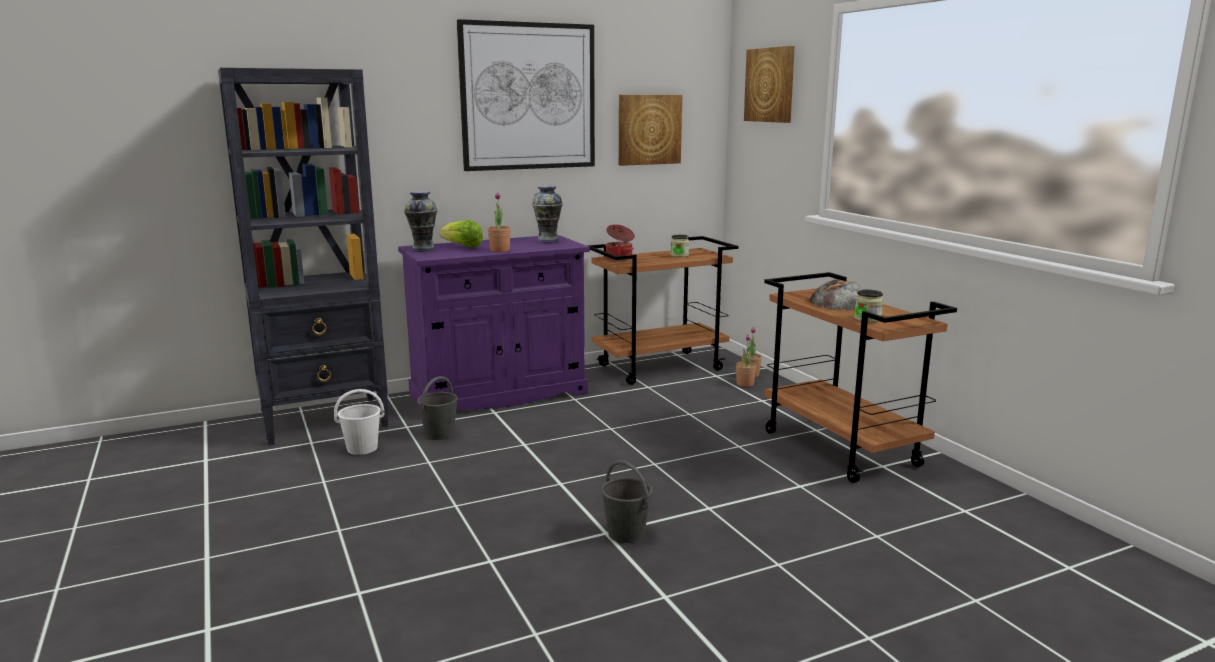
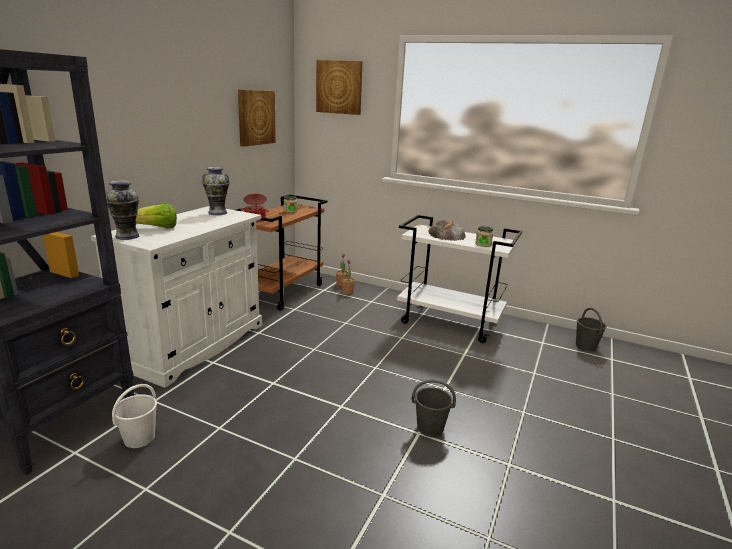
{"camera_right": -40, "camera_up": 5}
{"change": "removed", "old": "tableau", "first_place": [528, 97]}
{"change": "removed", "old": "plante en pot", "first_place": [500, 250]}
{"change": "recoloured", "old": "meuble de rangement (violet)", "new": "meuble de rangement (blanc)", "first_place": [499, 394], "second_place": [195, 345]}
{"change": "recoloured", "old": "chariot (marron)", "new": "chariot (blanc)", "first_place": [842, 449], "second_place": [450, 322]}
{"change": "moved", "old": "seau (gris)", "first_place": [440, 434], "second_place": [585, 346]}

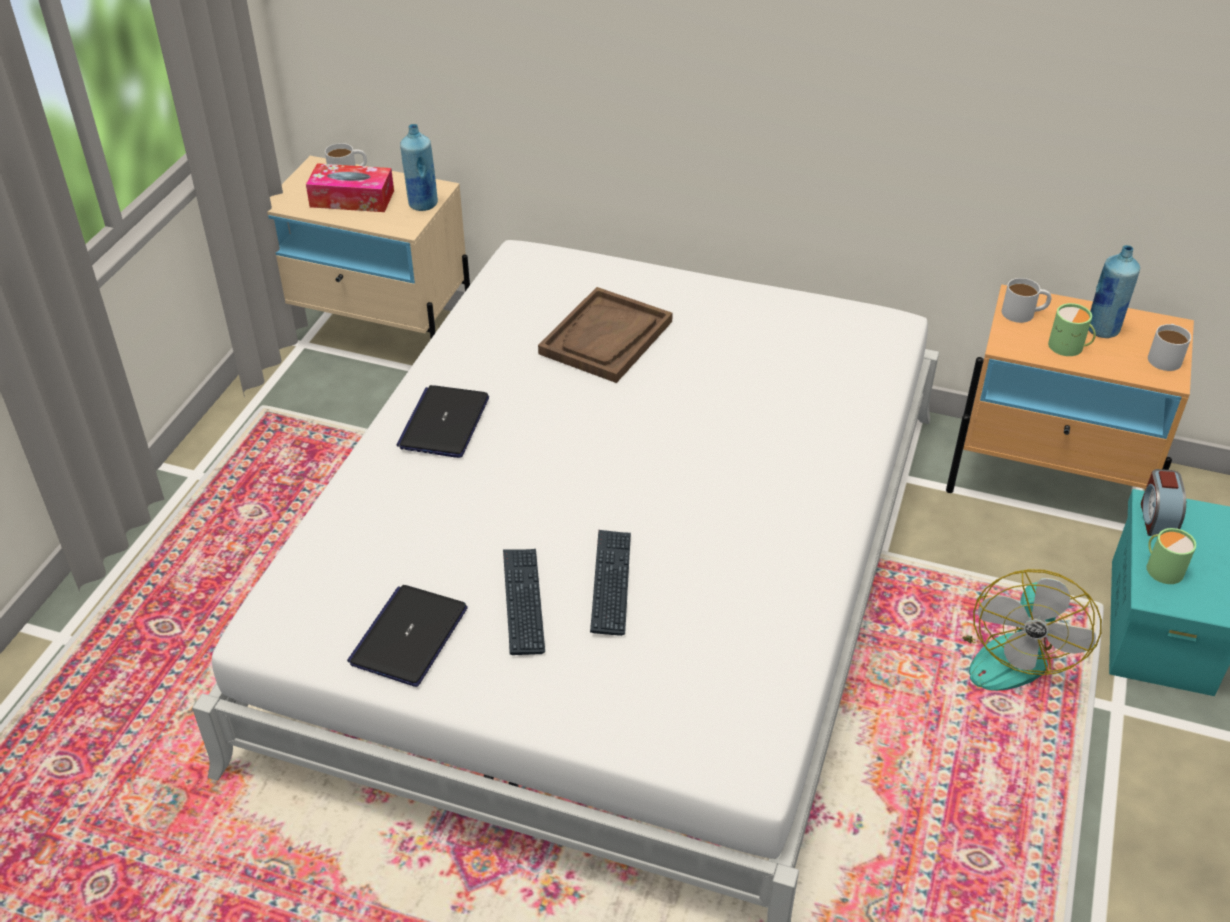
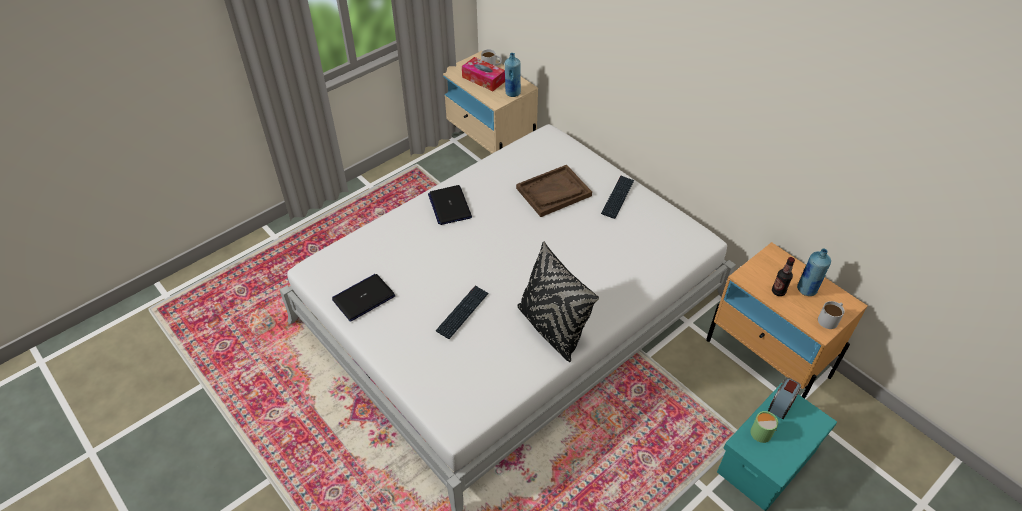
{"camera_right": 30, "camera_up": 5}
{"change": "removed", "old": "mug (blanc)", "first_place": [1024, 313]}
{"change": "replaced", "old": "mug (vert)", "new": "bouteille", "first_place": [1069, 347], "second_place": [778, 291]}
{"change": "turned", "old": "ordinateur portable", "first_place": [444, 423], "second_place": [449, 206], "degrees": -60}
{"change": "moved", "old": "clavier", "first_place": [523, 602], "second_place": [617, 197]}
{"change": "removed", "old": "ventilateur", "first_place": [1010, 651]}
{"change": "added", "new": "coussin (noir)", "second_place": [551, 328]}

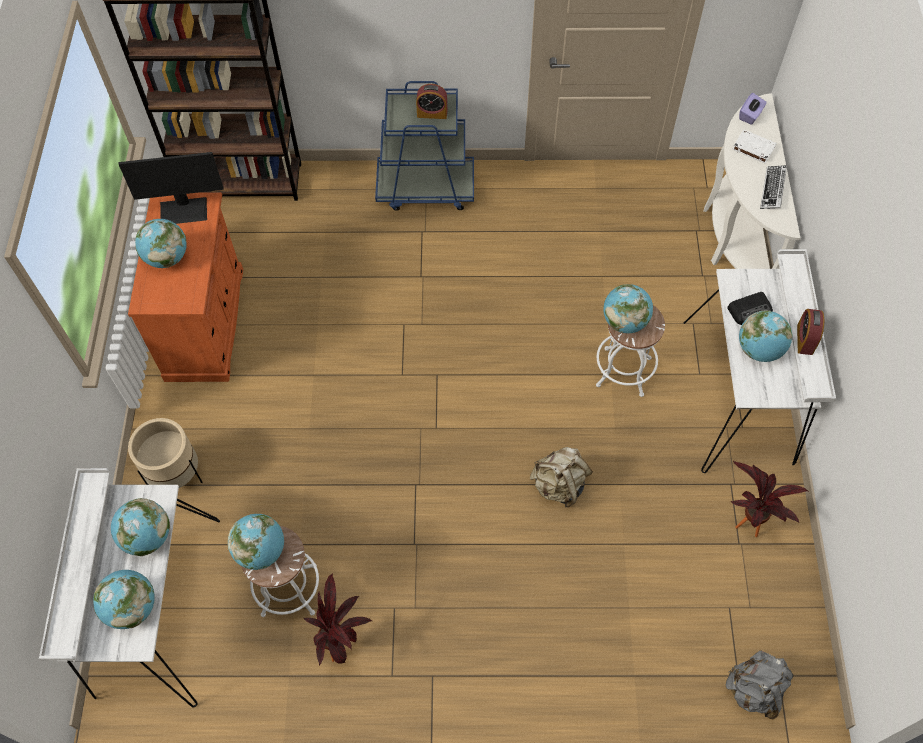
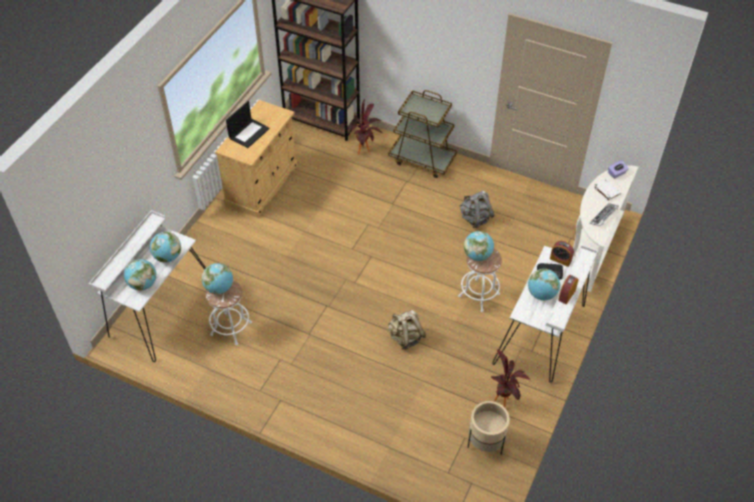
{"camera_right": 25, "camera_up": -10}
{"change": "recoloured", "old": "chariot (bleu)", "new": "chariot (marron)", "first_place": [426, 188], "second_place": [422, 159]}
{"change": "moved", "old": "réveil", "first_place": [432, 113], "second_place": [560, 260]}
{"change": "removed", "old": "écran d'ordinateur", "first_place": [184, 210]}
{"change": "recoloured", "old": "meuble de rangement (orange)", "new": "meuble de rangement (beige)", "first_place": [205, 323], "second_place": [262, 184]}
{"change": "replaced", "old": "globe", "new": "ordinateur portable", "first_place": [167, 258], "second_place": [249, 133]}
{"change": "moved", "old": "cache-pot (beige)", "first_place": [176, 475], "second_place": [485, 442]}
{"change": "moved", "old": "plante en pot", "first_place": [343, 644], "second_place": [366, 150]}
{"change": "moved", "old": "sac à dos (gris)", "first_place": [754, 689], "second_place": [475, 218]}

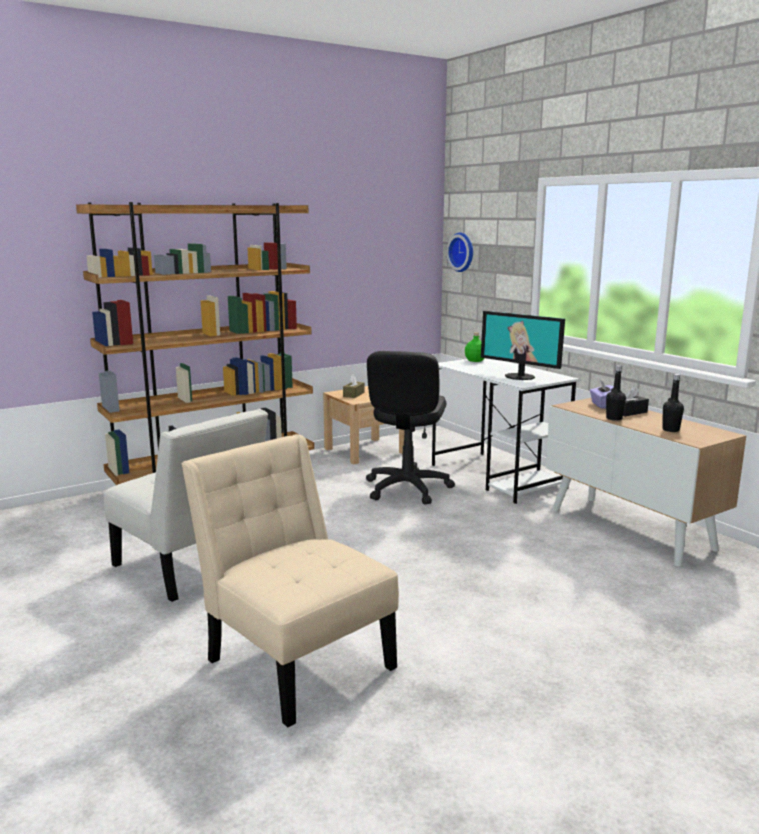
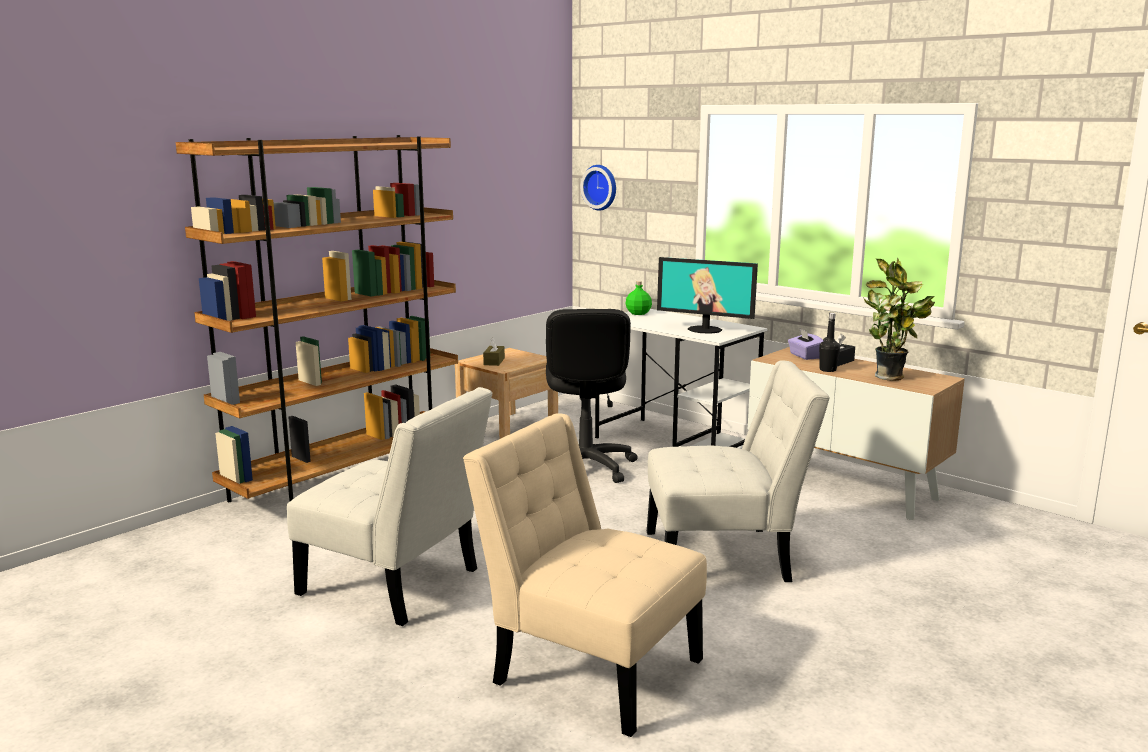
{"camera_right": -15, "camera_up": 0}
{"change": "replaced", "old": "bouteille (noir)", "new": "plante en pot", "first_place": [670, 430], "second_place": [891, 378]}
{"change": "added", "new": "chaise (blanc)", "second_place": [726, 556]}

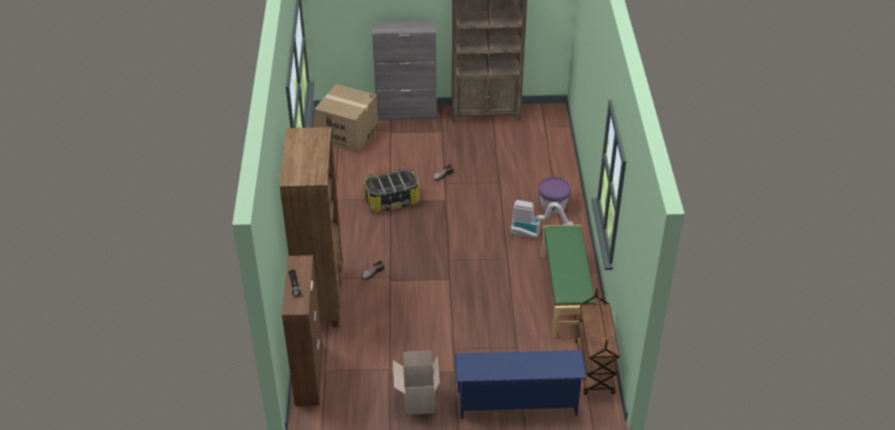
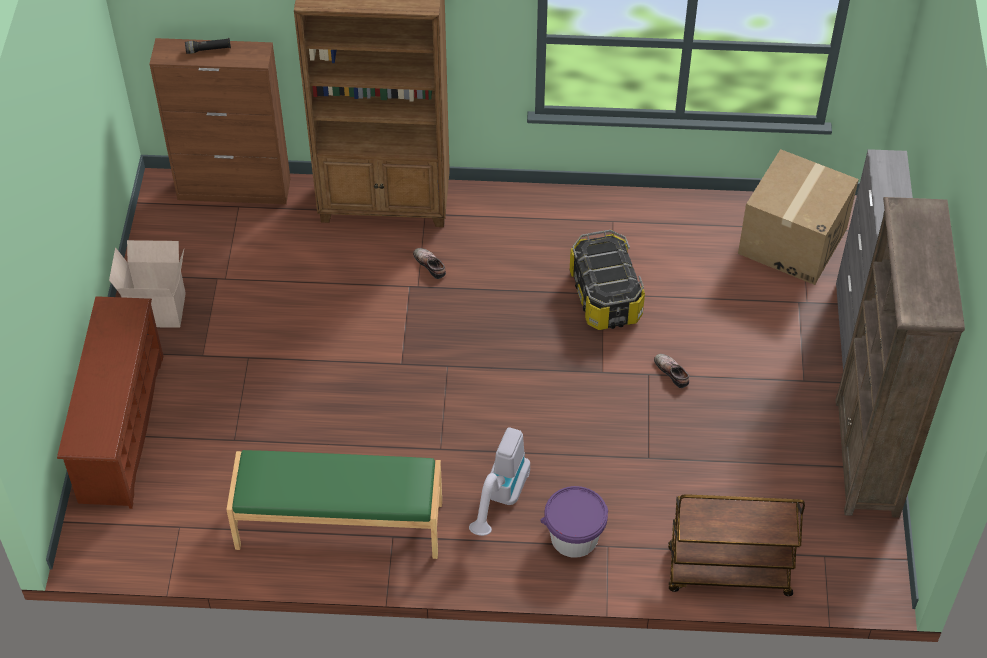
{"camera_right": 95, "camera_up": 10}
{"change": "moved", "old": "chariot (marron)", "first_place": [595, 368], "second_place": [728, 572]}
{"change": "recoloured", "old": "étagère à chaussures (bleu)", "new": "étagère à chaussures (marron)", "first_place": [517, 404], "second_place": [120, 428]}

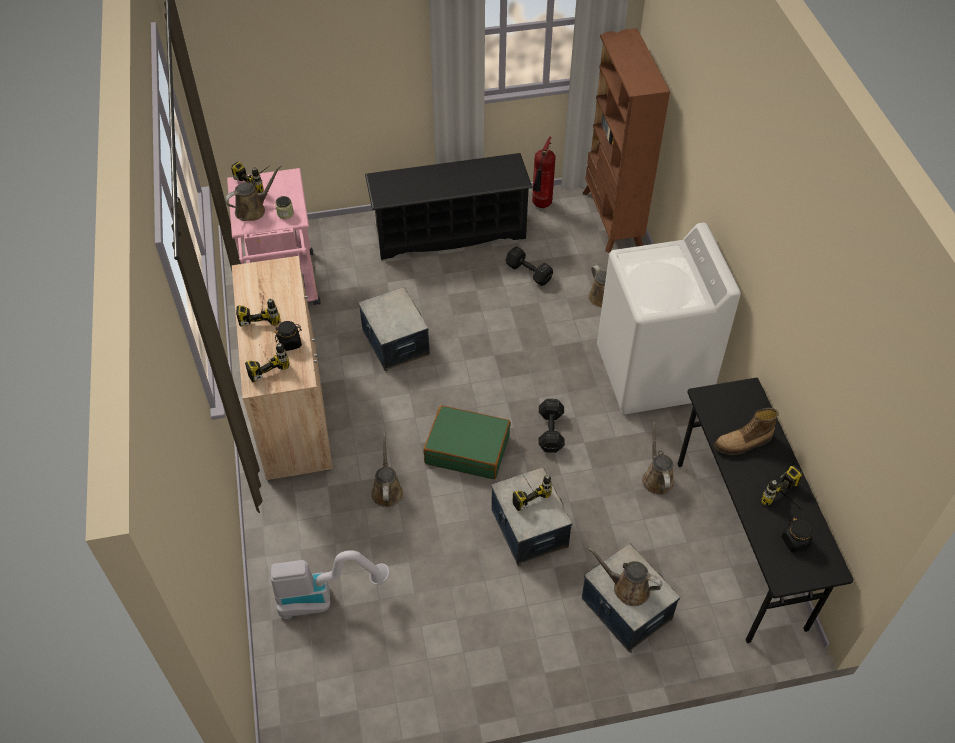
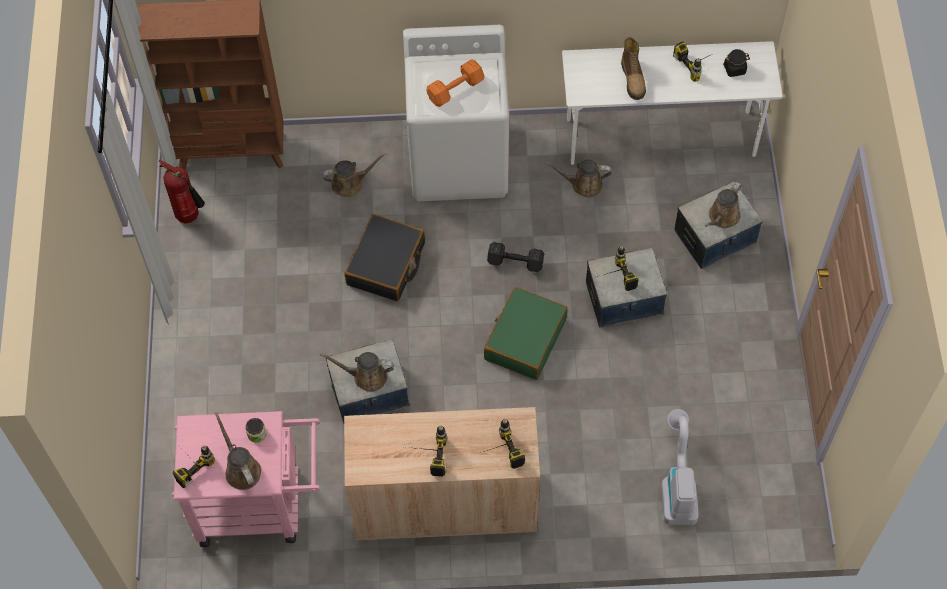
{"camera_right": -80, "camera_up": 10}
{"change": "removed", "old": "étagère à chaussures (noir)", "first_place": [449, 232]}
{"change": "removed", "old": "haltère (noir)", "first_place": [529, 273]}
{"change": "removed", "old": "bocal (noir)", "first_place": [290, 343]}
{"change": "recoloured", "old": "bureau (noir)", "new": "bureau (blanc)", "first_place": [740, 544], "second_place": [661, 137]}
{"change": "moved", "old": "arrosoir (marron)", "first_place": [387, 490], "second_place": [366, 376]}
{"change": "added", "new": "haltère (orange)", "second_place": [457, 89]}
{"change": "added", "new": "valise (noir)", "second_place": [386, 264]}

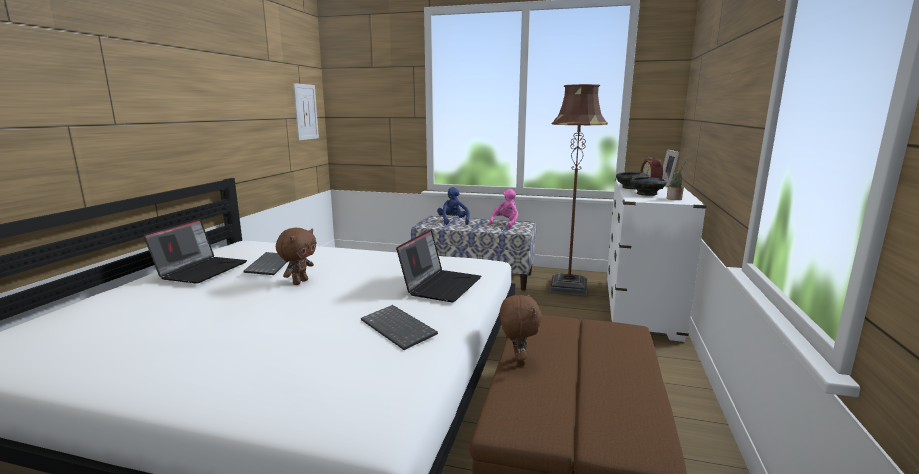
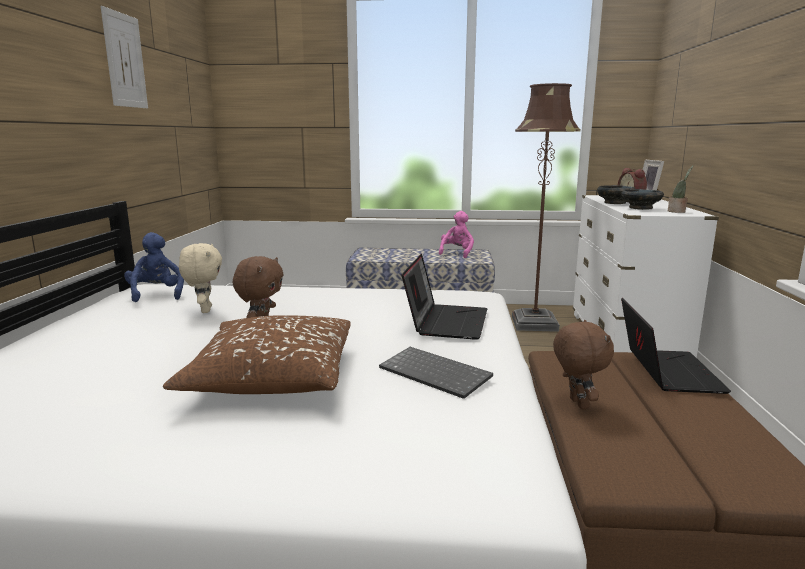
{"camera_right": -10, "camera_up": 0}
{"change": "moved", "old": "tableau", "first_place": [306, 112], "second_place": [125, 60]}
{"change": "moved", "old": "peluche (bleu)", "first_place": [453, 222], "second_place": [156, 294]}
{"change": "moved", "old": "ordinateur portable", "first_place": [202, 270], "second_place": [665, 371]}
{"change": "replaced", "old": "clavier", "new": "peluche (beige)", "first_place": [269, 265], "second_place": [204, 310]}
{"change": "added", "new": "coussin (marron)", "second_place": [272, 375]}

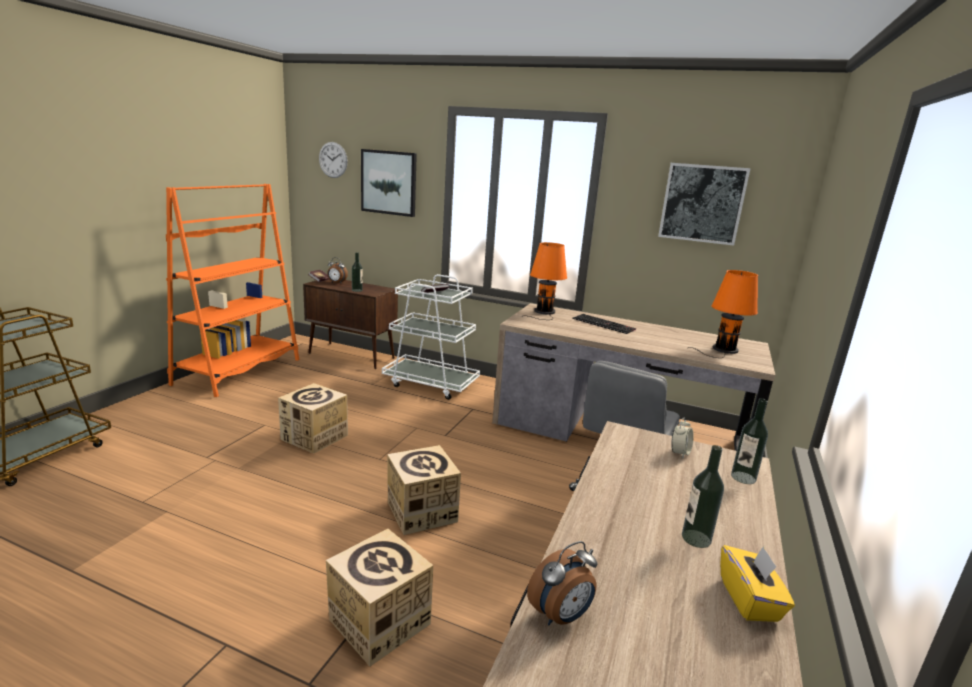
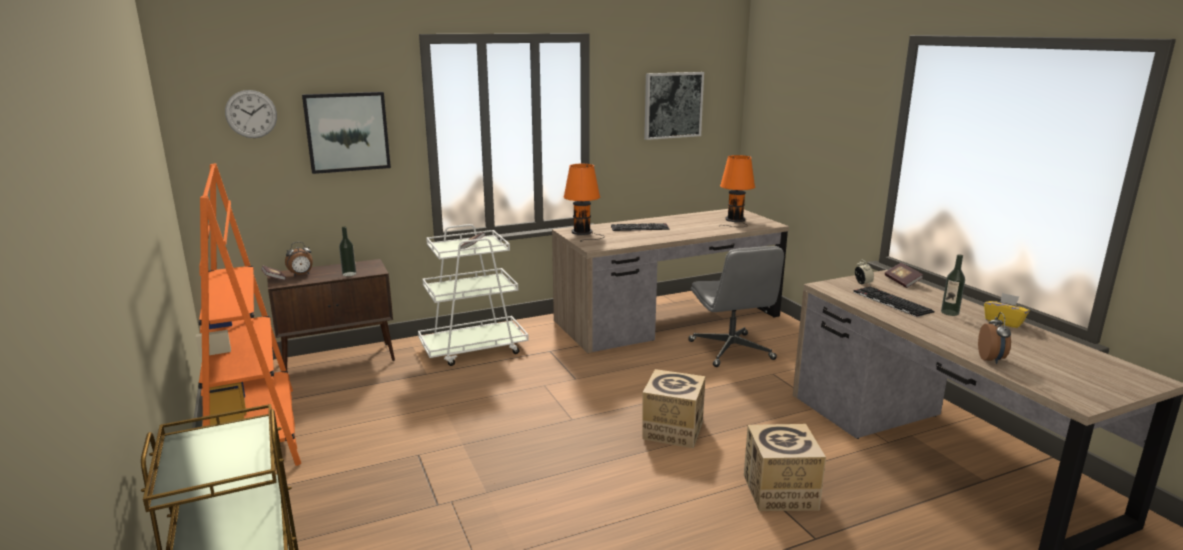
{"camera_right": -45, "camera_up": 0}
{"change": "removed", "old": "carton", "first_place": [314, 437]}
{"change": "replaced", "old": "bouteille", "new": "livre", "first_place": [743, 477], "second_place": [902, 282]}
{"change": "added", "new": "clavier", "second_place": [890, 302]}

